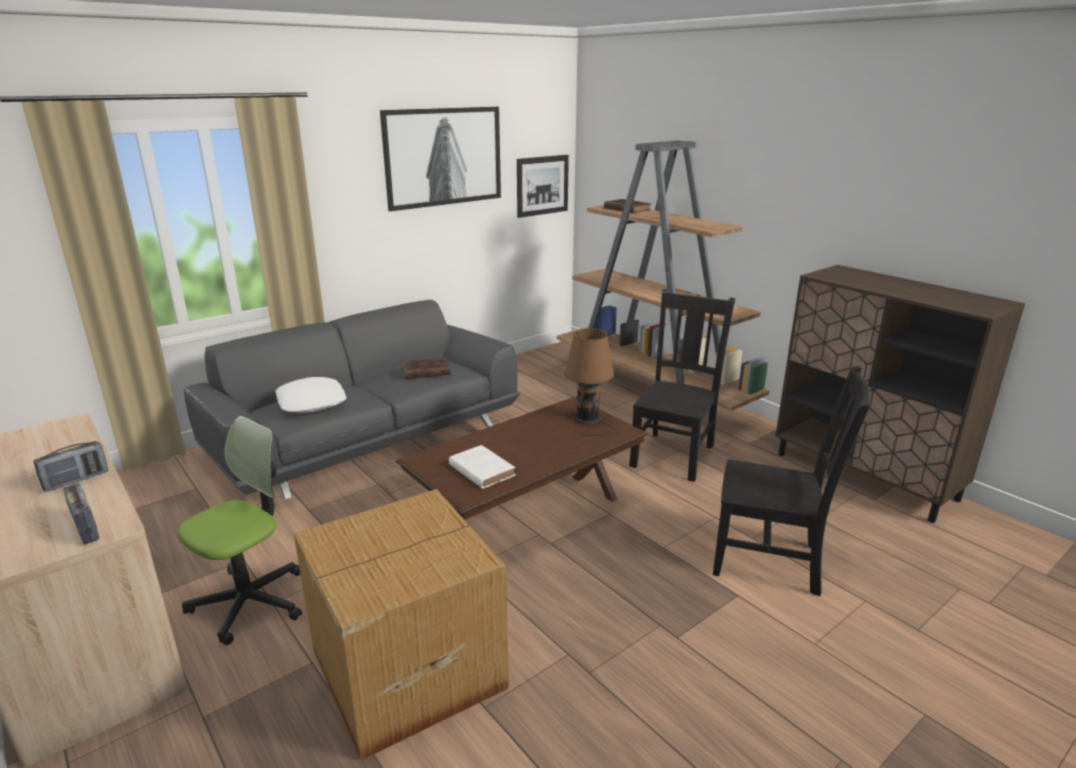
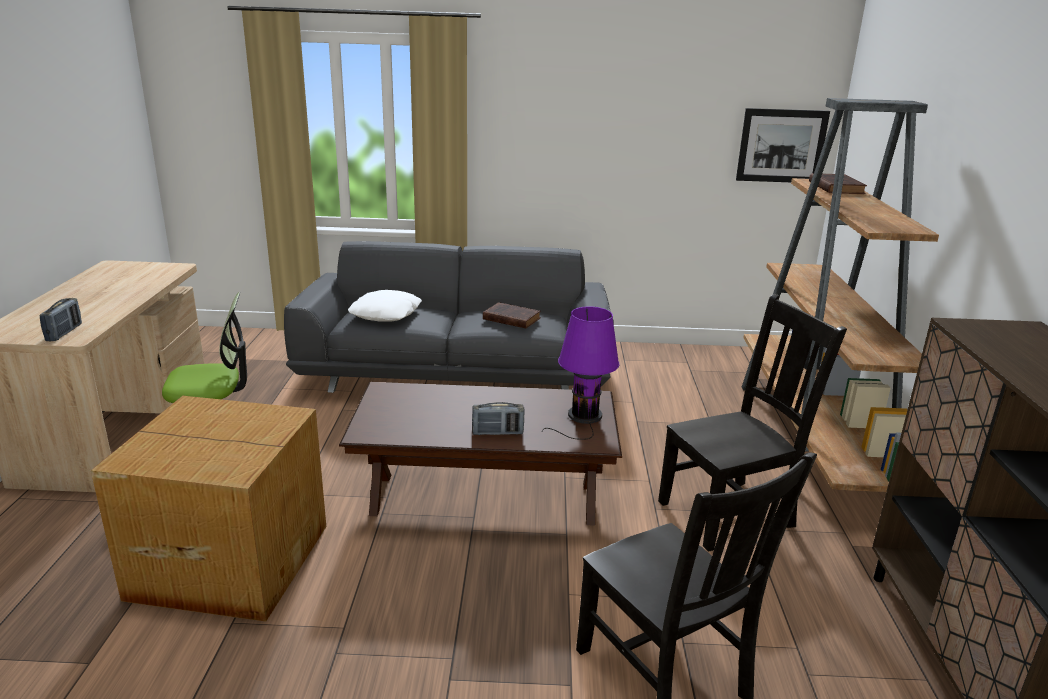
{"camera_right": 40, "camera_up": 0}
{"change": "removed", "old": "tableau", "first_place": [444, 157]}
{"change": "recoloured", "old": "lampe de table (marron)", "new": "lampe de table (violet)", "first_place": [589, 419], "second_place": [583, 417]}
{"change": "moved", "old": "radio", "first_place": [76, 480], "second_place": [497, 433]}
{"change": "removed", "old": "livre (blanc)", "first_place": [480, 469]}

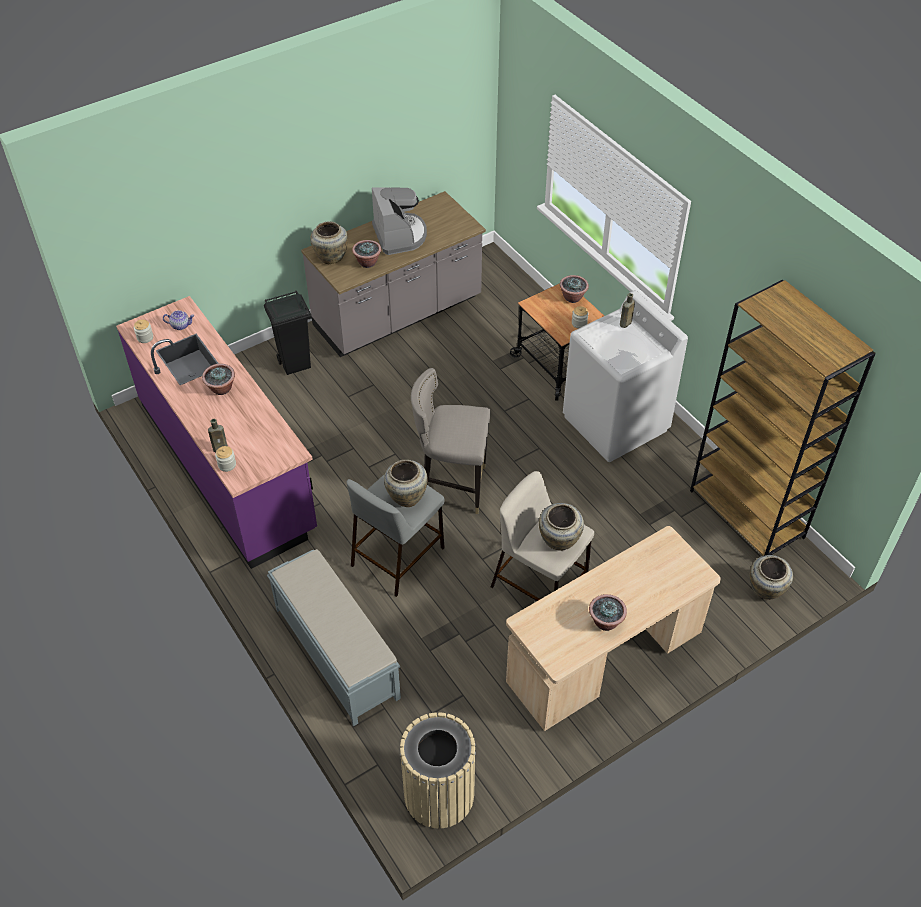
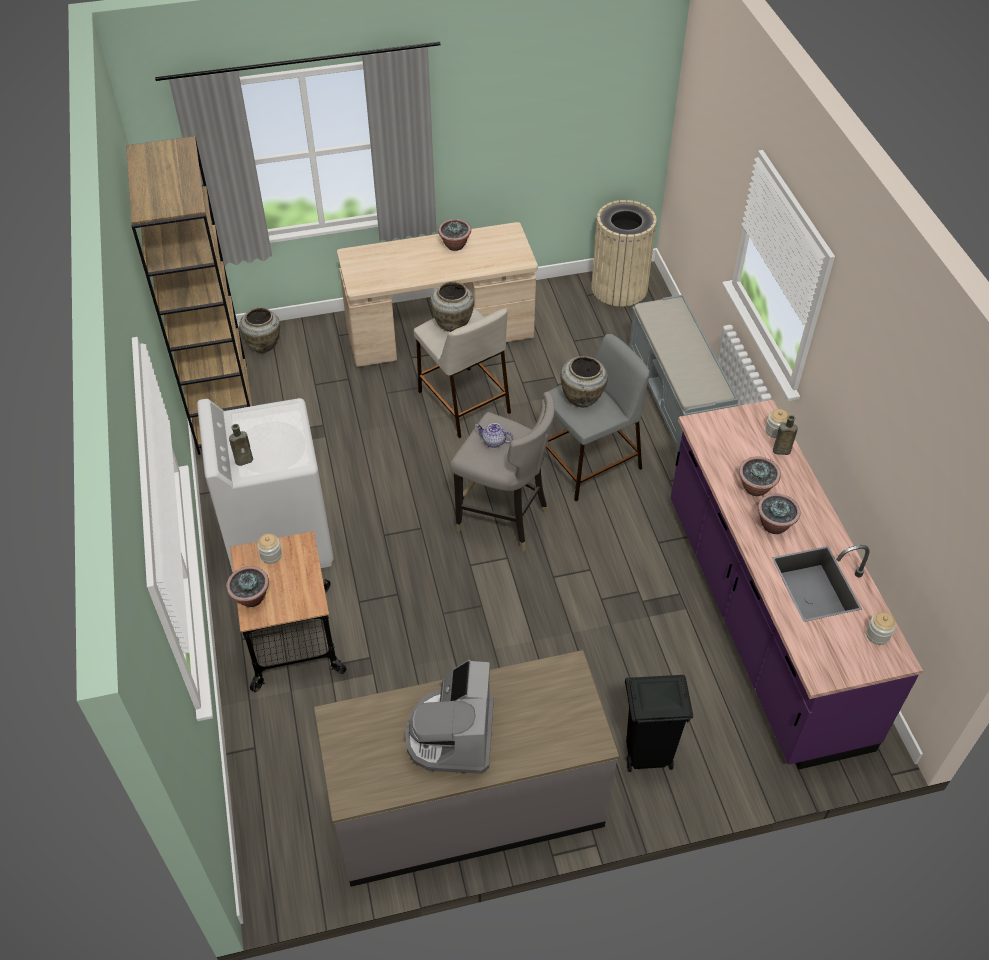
{"camera_right": -160, "camera_up": 0}
{"change": "removed", "old": "vase (beige)", "first_place": [331, 257]}
{"change": "moved", "old": "plante en pot", "first_place": [367, 262], "second_place": [755, 488]}
{"change": "moved", "old": "théière", "first_place": [180, 325], "second_place": [493, 441]}

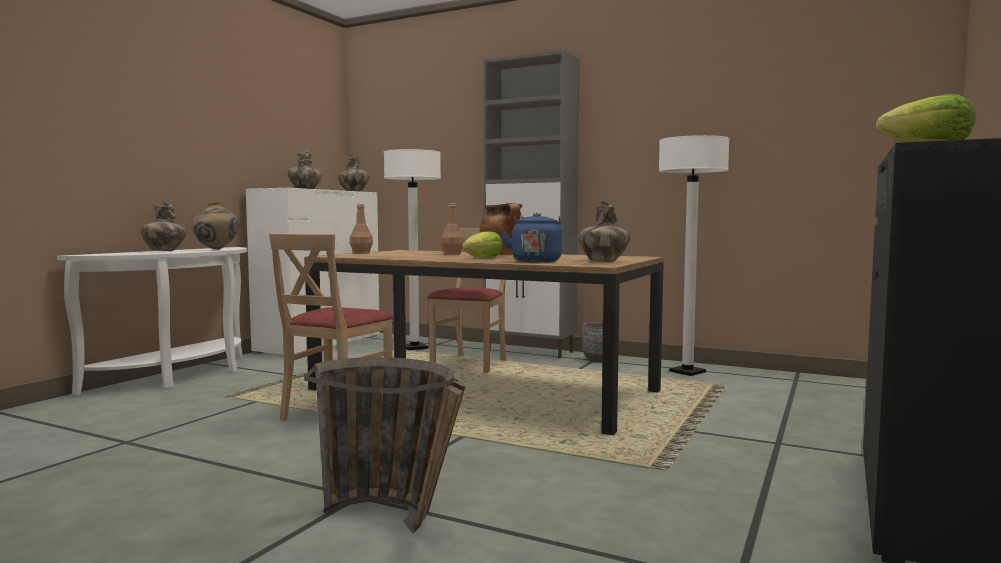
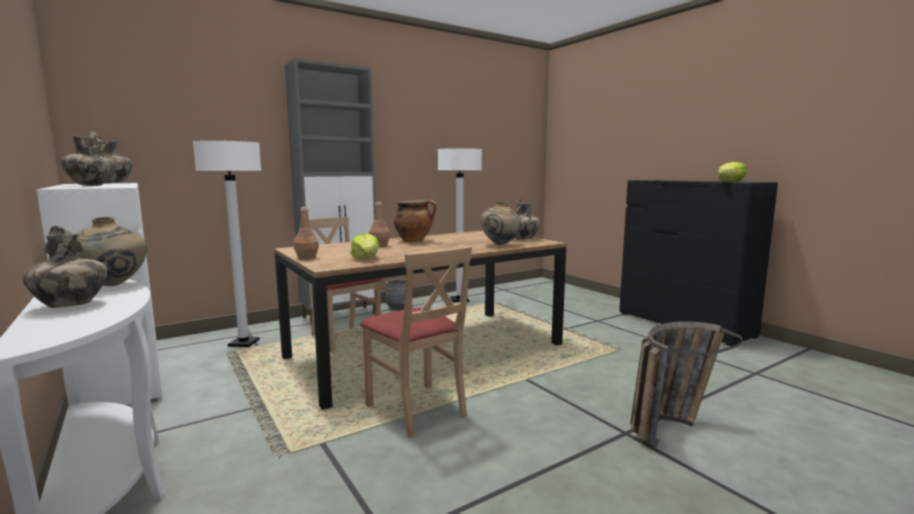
{"camera_right": -60, "camera_up": 5}
{"change": "replaced", "old": "bouilloire (bleu)", "new": "vase (beige)", "first_place": [536, 261], "second_place": [500, 245]}
{"change": "moved", "old": "laitue", "first_place": [483, 258], "second_place": [366, 258]}

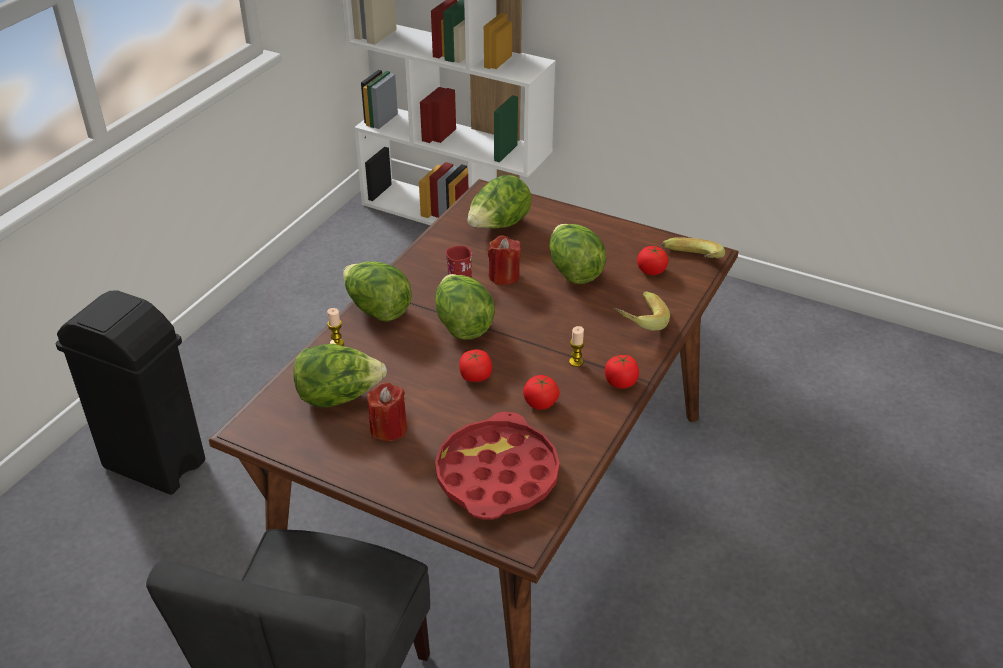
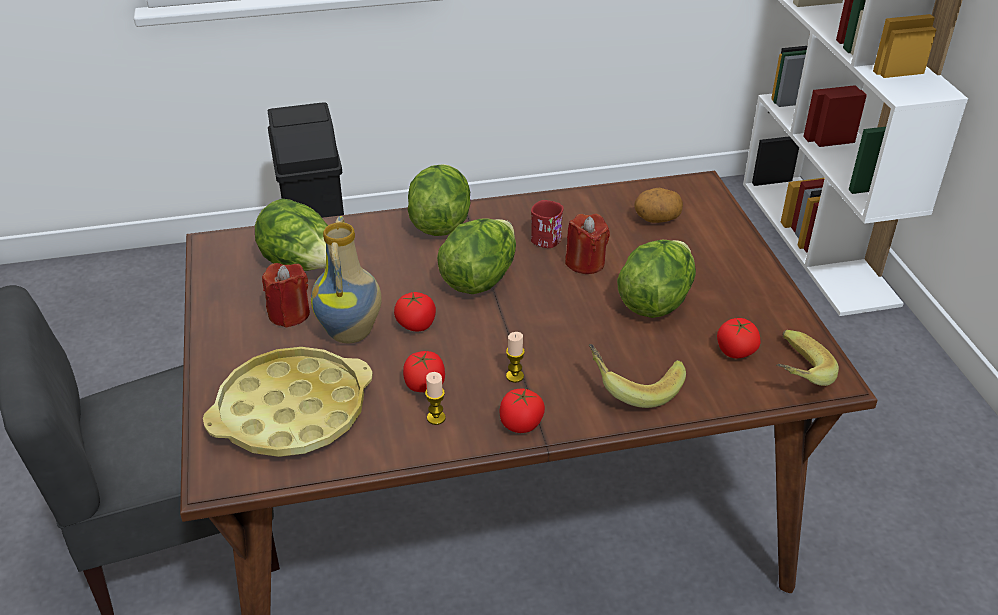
{"camera_right": 50, "camera_up": 0}
{"change": "replaced", "old": "laitue", "new": "pomme de terre", "first_place": [498, 226], "second_place": [657, 219]}
{"change": "moved", "old": "bougie", "first_place": [337, 343], "second_place": [436, 418]}
{"change": "recoloured", "old": "plateau (rouge)", "new": "plateau (jaune)", "first_place": [497, 475], "second_place": [292, 411]}
{"change": "added", "new": "vase", "second_place": [352, 333]}

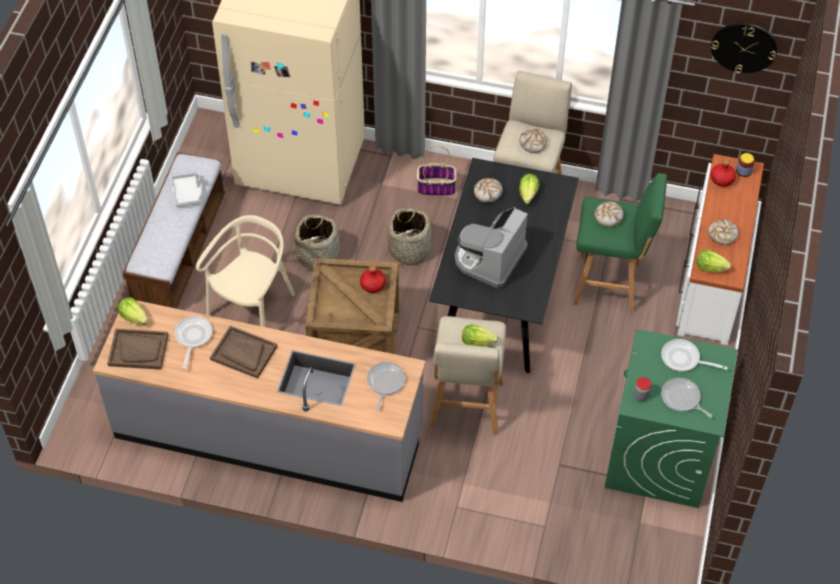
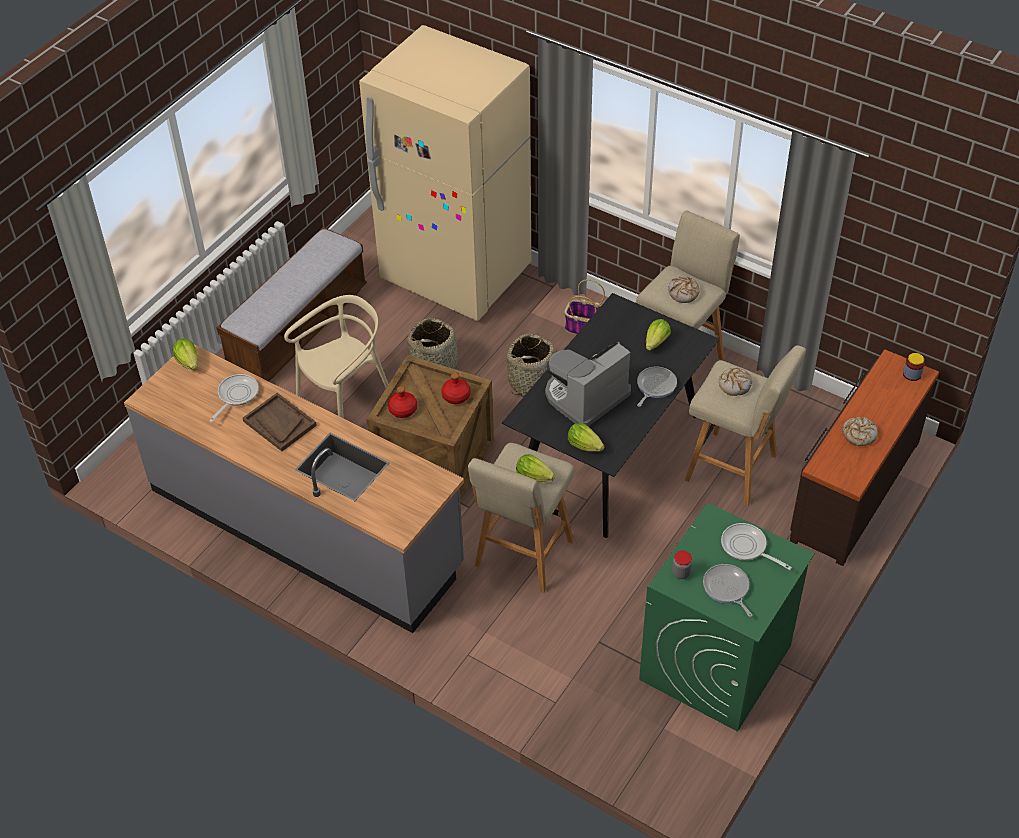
{"camera_right": 20, "camera_up": -5}
{"change": "removed", "old": "horloge murale", "first_place": [744, 47]}
{"change": "recoloured", "old": "commode (blanc)", "new": "commode (marron)", "first_place": [711, 276], "second_place": [853, 489]}
{"change": "moved", "old": "bouteille (rouge)", "first_place": [722, 179], "second_place": [403, 410]}
{"change": "removed", "old": "plateau (gris)", "first_place": [188, 193]}
{"change": "recoloured", "old": "tabouret (vert)", "new": "tabouret (beige)", "first_place": [609, 284], "second_place": [734, 469]}
{"change": "removed", "old": "pain", "first_place": [488, 192]}
{"change": "moved", "old": "laitue", "first_place": [710, 267], "second_place": [584, 445]}
{"change": "removed", "old": "plateau (marron)", "first_place": [138, 350]}
{"change": "moved", "old": "poêle", "first_place": [385, 382], "second_place": [655, 386]}

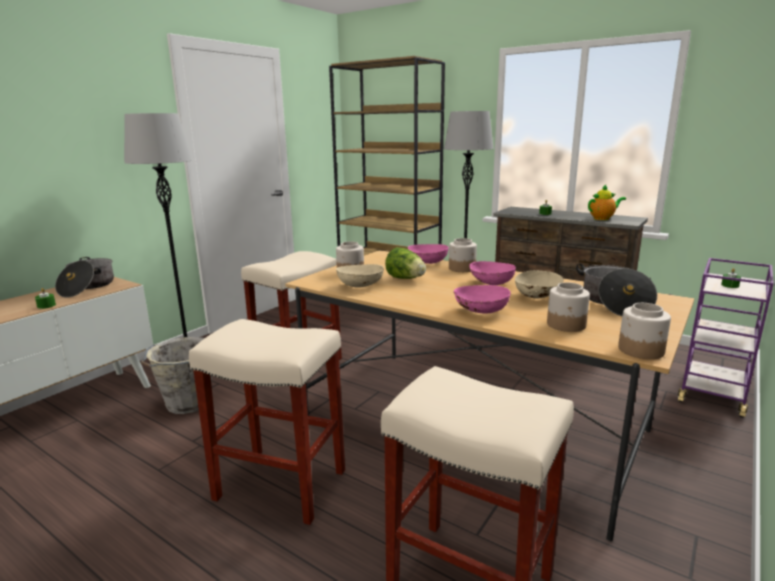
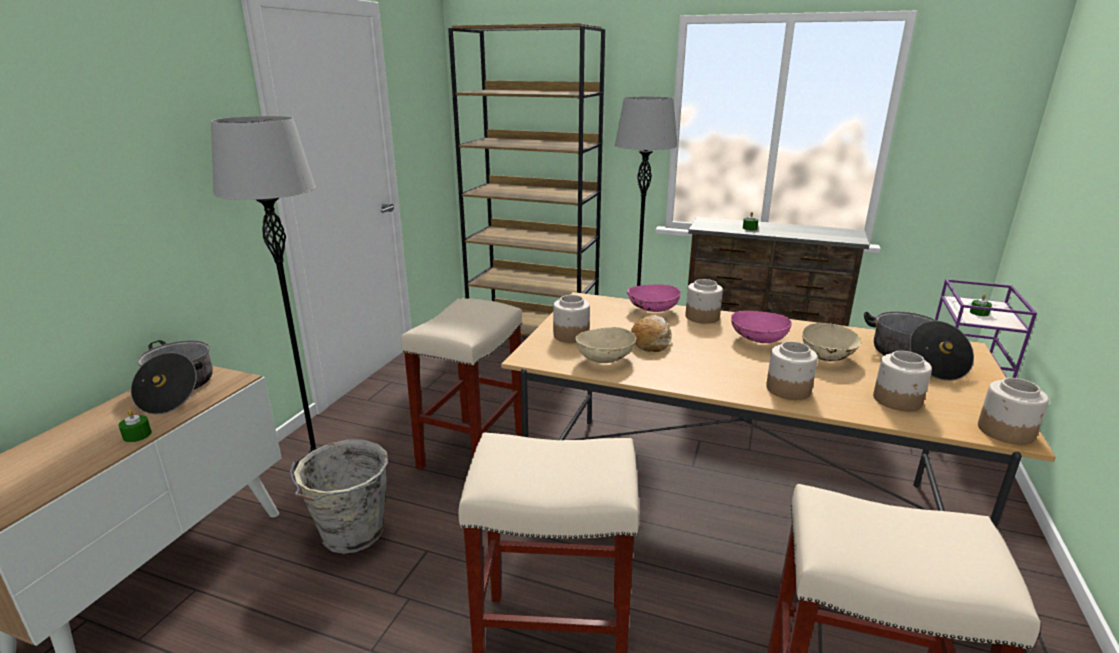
{"camera_right": -15, "camera_up": 5}
{"change": "removed", "old": "théière", "first_place": [603, 218]}
{"change": "replaced", "old": "laitue", "new": "pain", "first_place": [406, 279], "second_place": [651, 341]}
{"change": "replaced", "old": "bol (rose)", "new": "bocal", "first_place": [481, 312], "second_place": [788, 389]}

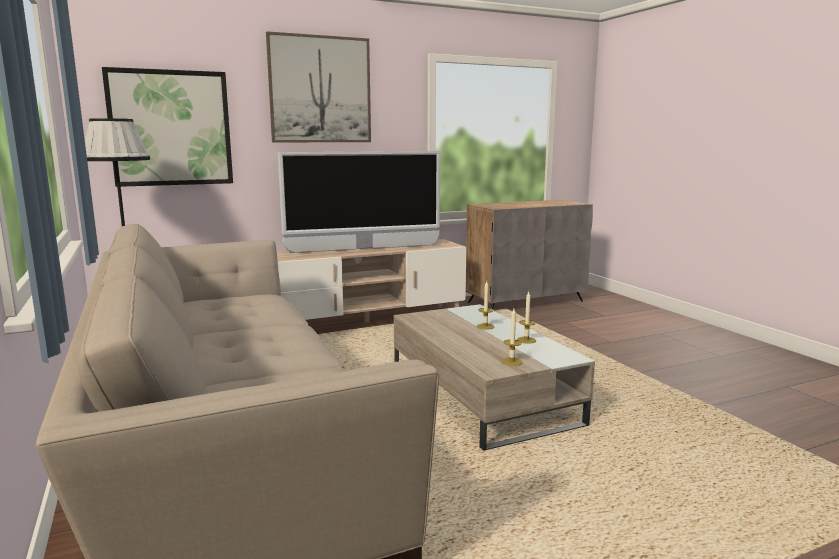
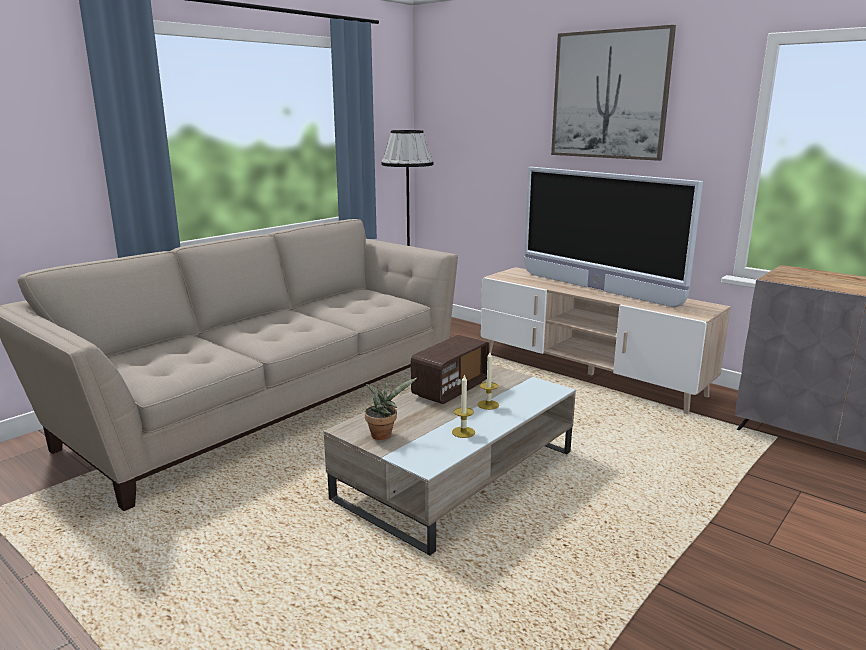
{"camera_right": 65, "camera_up": 5}
{"change": "removed", "old": "tableau", "first_place": [171, 128]}
{"change": "replaced", "old": "bougie", "new": "plante en pot", "first_place": [511, 362], "second_place": [383, 434]}
{"change": "added", "new": "radio", "second_place": [450, 389]}

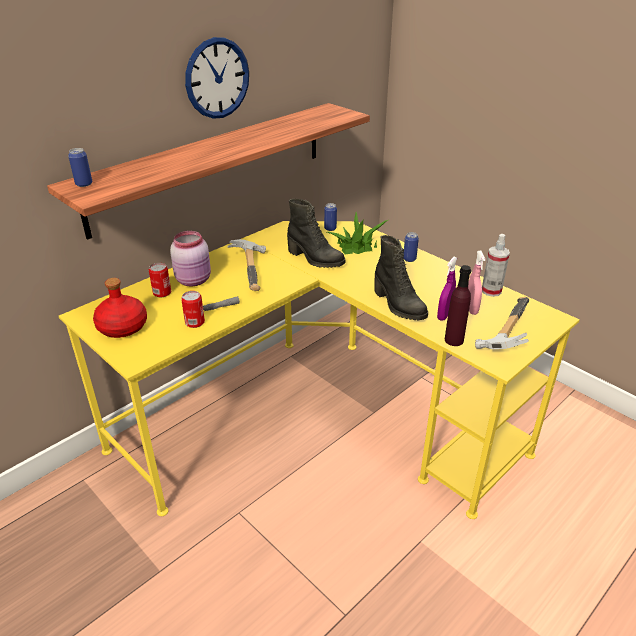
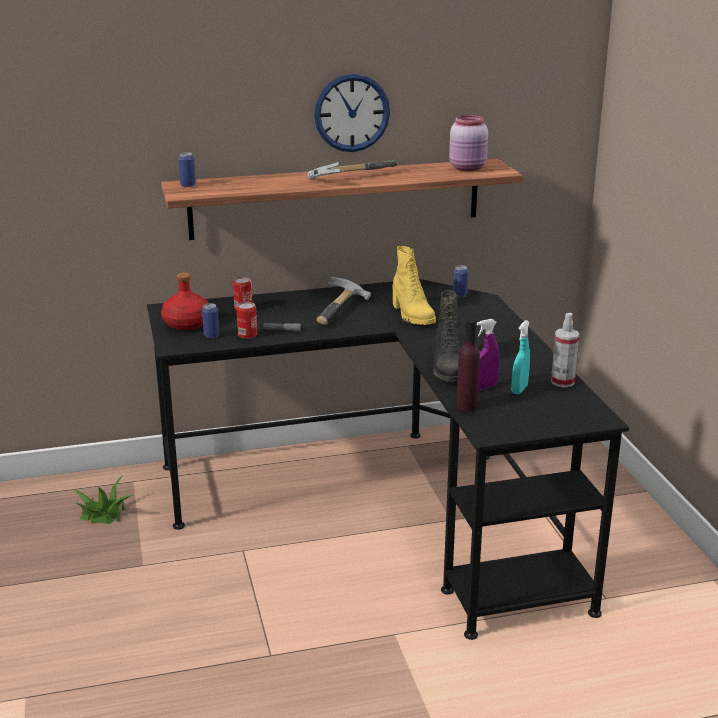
{"camera_right": 30, "camera_up": -10}
{"change": "recoloured", "old": "botte (noir)", "new": "botte (jaune)", "first_place": [315, 259], "second_place": [412, 315]}
{"change": "moved", "old": "plante en pot", "first_place": [356, 246], "second_place": [103, 513]}
{"change": "recoloured", "old": "bureau (jaune)", "new": "bureau (noir)", "first_place": [318, 418], "second_place": [387, 505]}
{"change": "moved", "old": "bocal (rose)", "first_place": [194, 280], "second_place": [468, 168]}
{"change": "moved", "old": "boîte métallique", "first_place": [409, 259], "second_place": [211, 335]}
{"change": "recoloured", "old": "vaporisateur (rose)", "new": "vaporisateur (turquoise)", "first_place": [471, 309], "second_place": [519, 389]}
{"change": "moved", "old": "marteau", "first_place": [504, 331], "second_place": [350, 177]}

